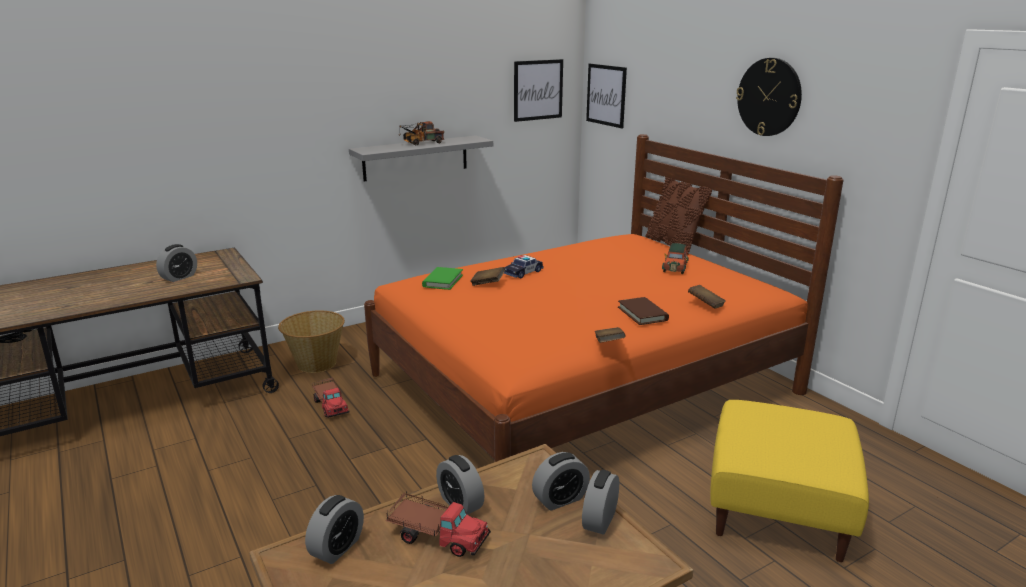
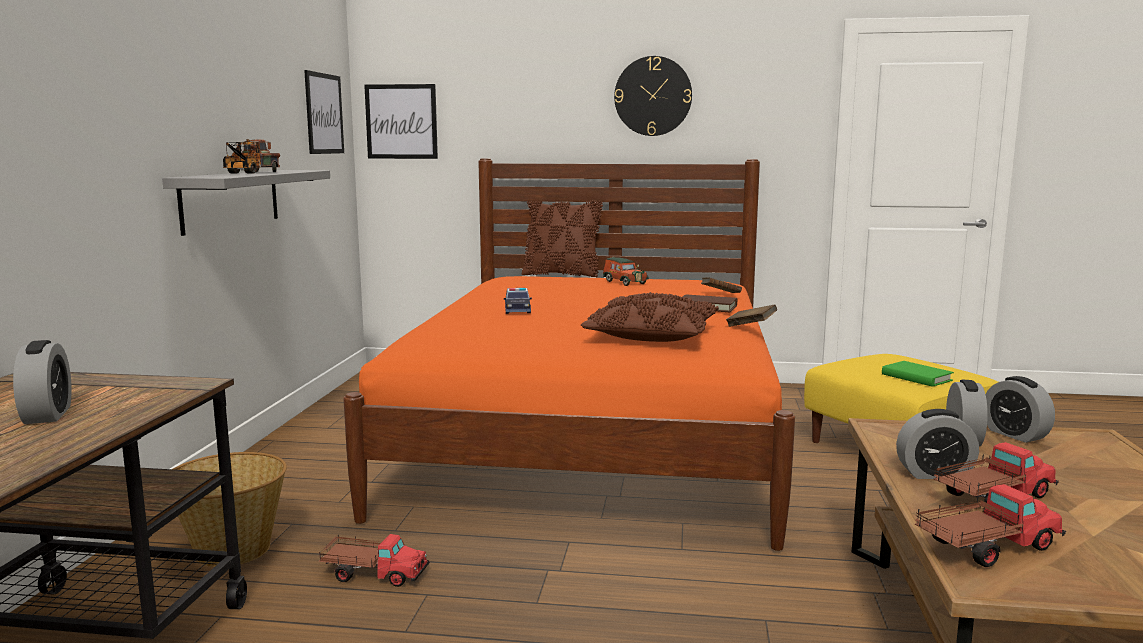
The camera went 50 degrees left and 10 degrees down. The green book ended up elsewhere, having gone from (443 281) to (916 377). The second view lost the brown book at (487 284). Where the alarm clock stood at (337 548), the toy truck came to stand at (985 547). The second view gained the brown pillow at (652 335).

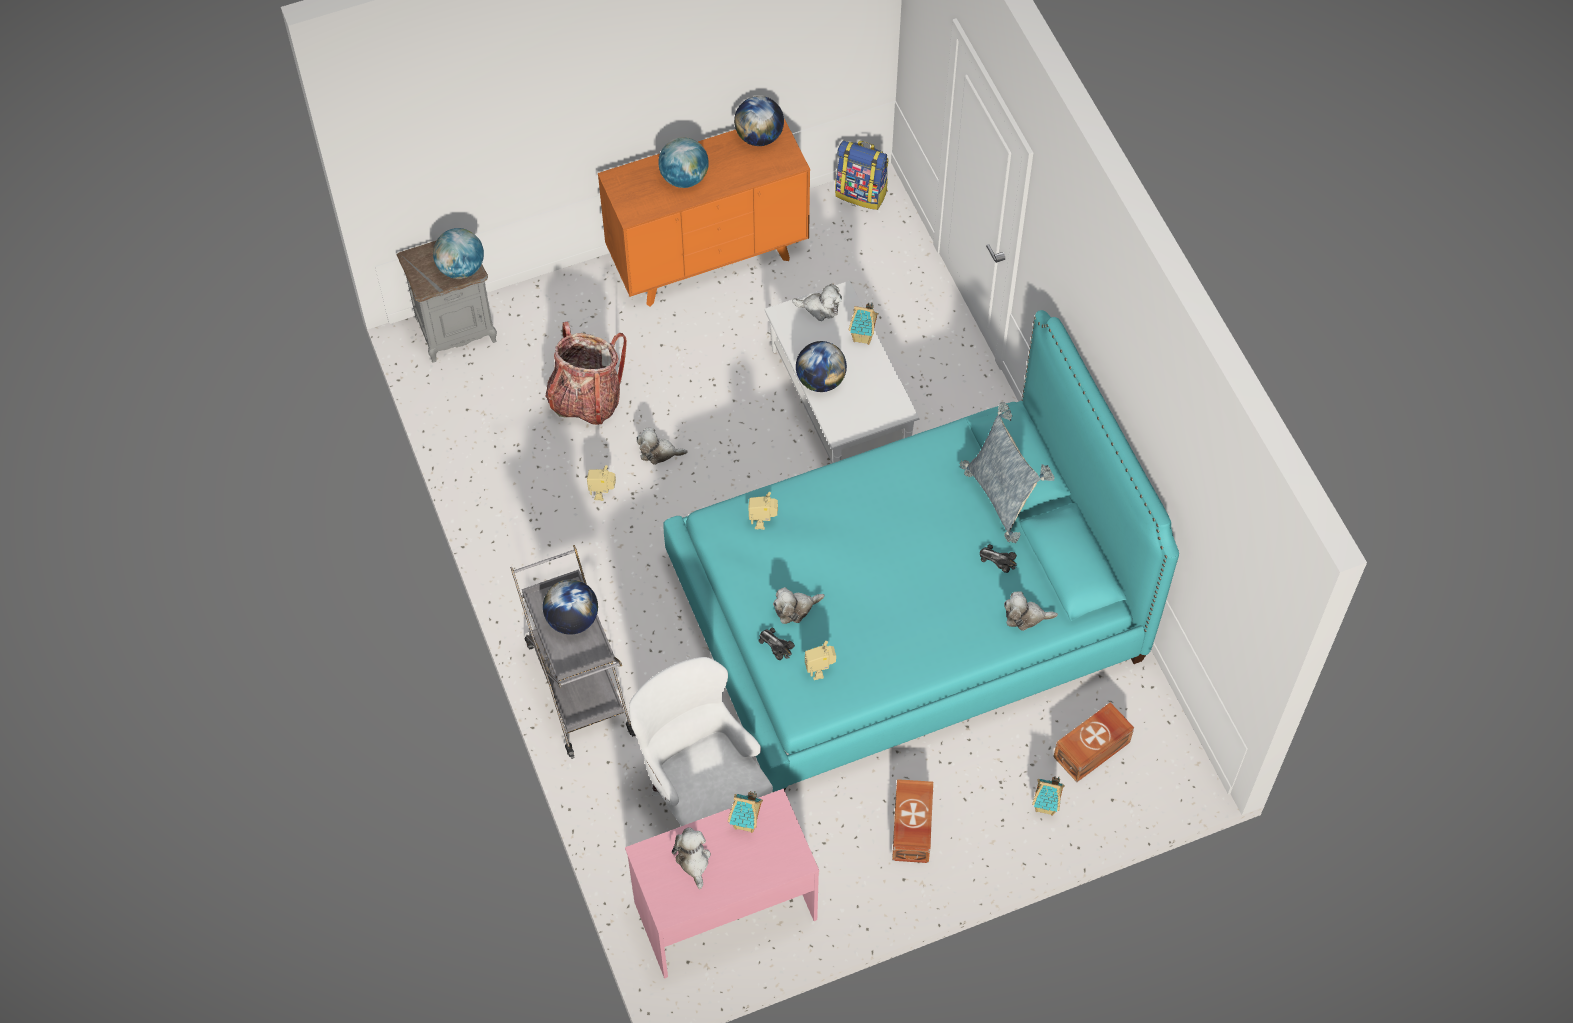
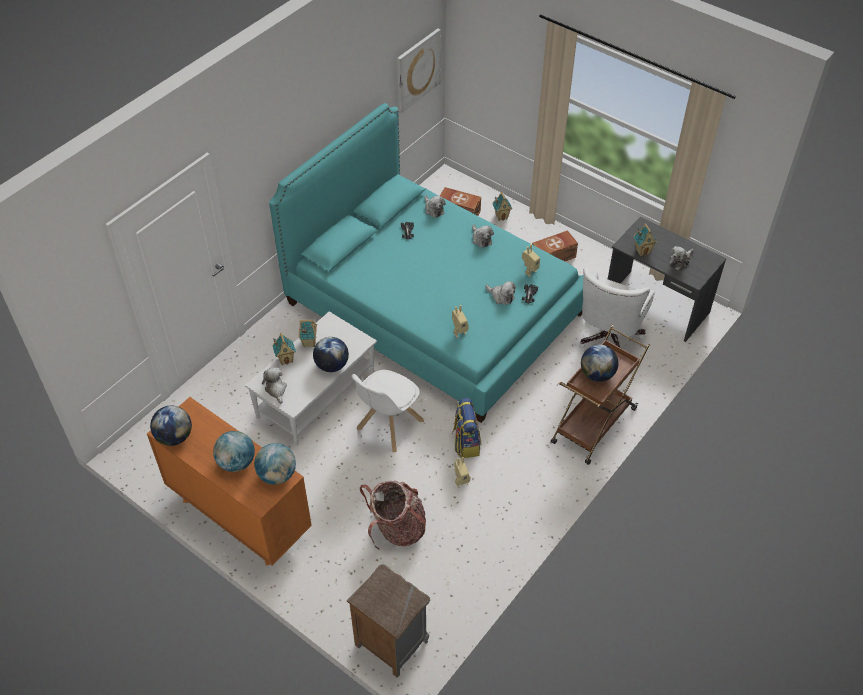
The camera went 120 degrees left and 10 degrees down. The backpack ended up elsewhere, having gone from (862 193) to (466 443). The globe ended up elsewhere, having gone from (461 268) to (277 475). The second view lost the pillow at (1002 499). The plush toy ended up elsewhere, having gone from (659 452) to (481 239). What was the grey cart at (579 687) turned into the brown cart at (593 426). What was the pink desk at (724 909) turned into the grey desk at (656 306). The second view gained the picture at (417 70). The second view gained the toy house at (309 342). The second view gained the white chair at (388 426).

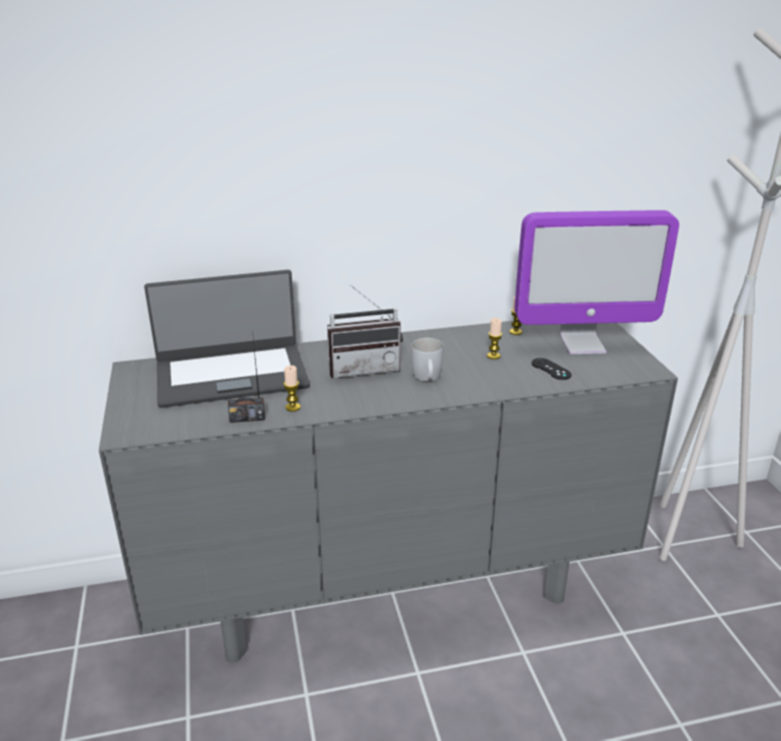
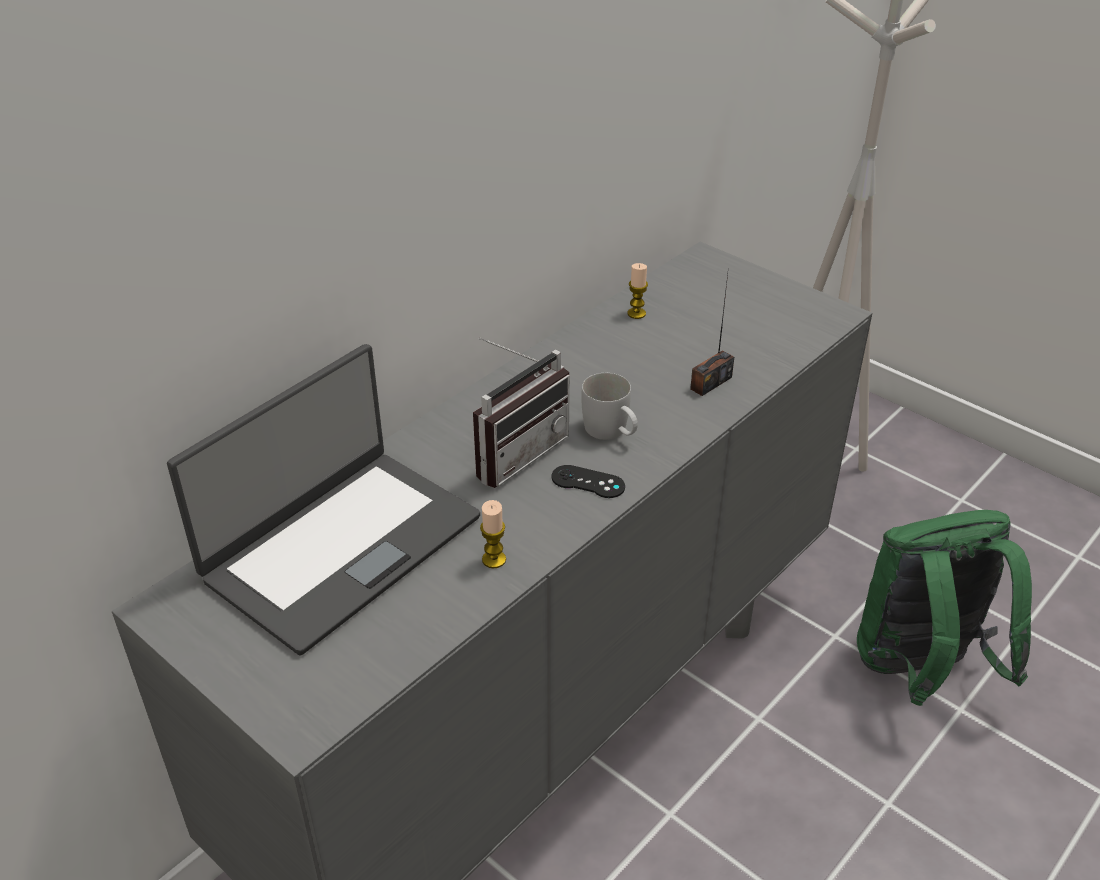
The camera went 35 degrees left and 10 degrees up. The second view lost the monitor at (582 344). The second view lost the candle at (493 356). The radio ended up elsewhere, having gone from (247 418) to (710 383). The black game controller ended up elsewhere, having gone from (551 369) to (588 482). The second view gained the green backpack at (920 671).

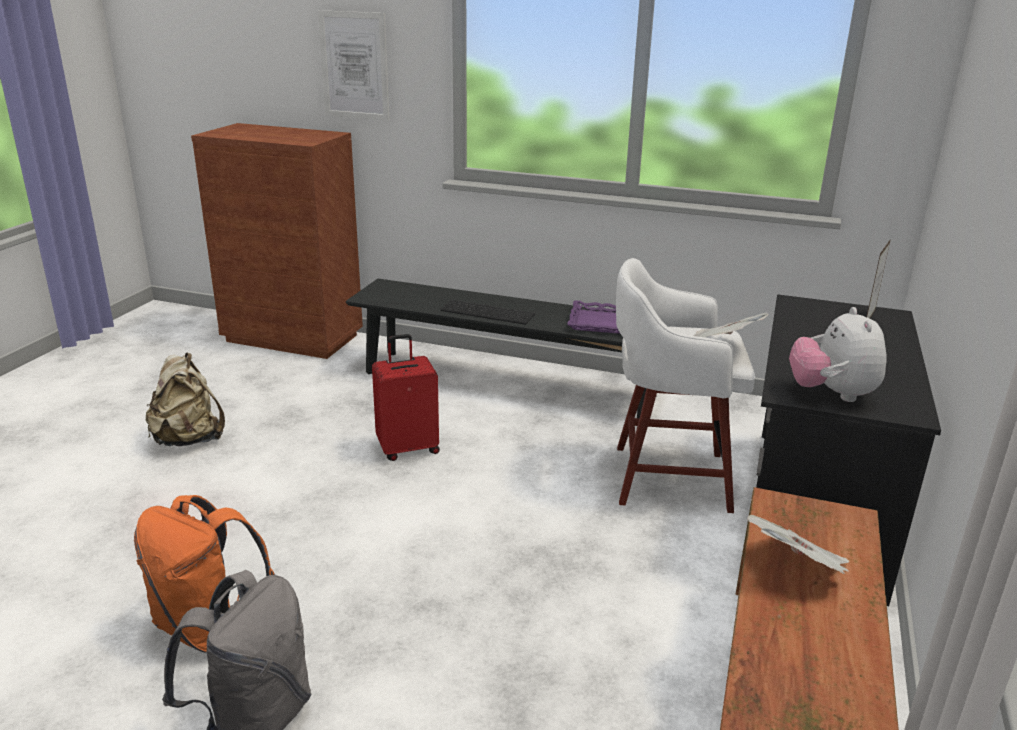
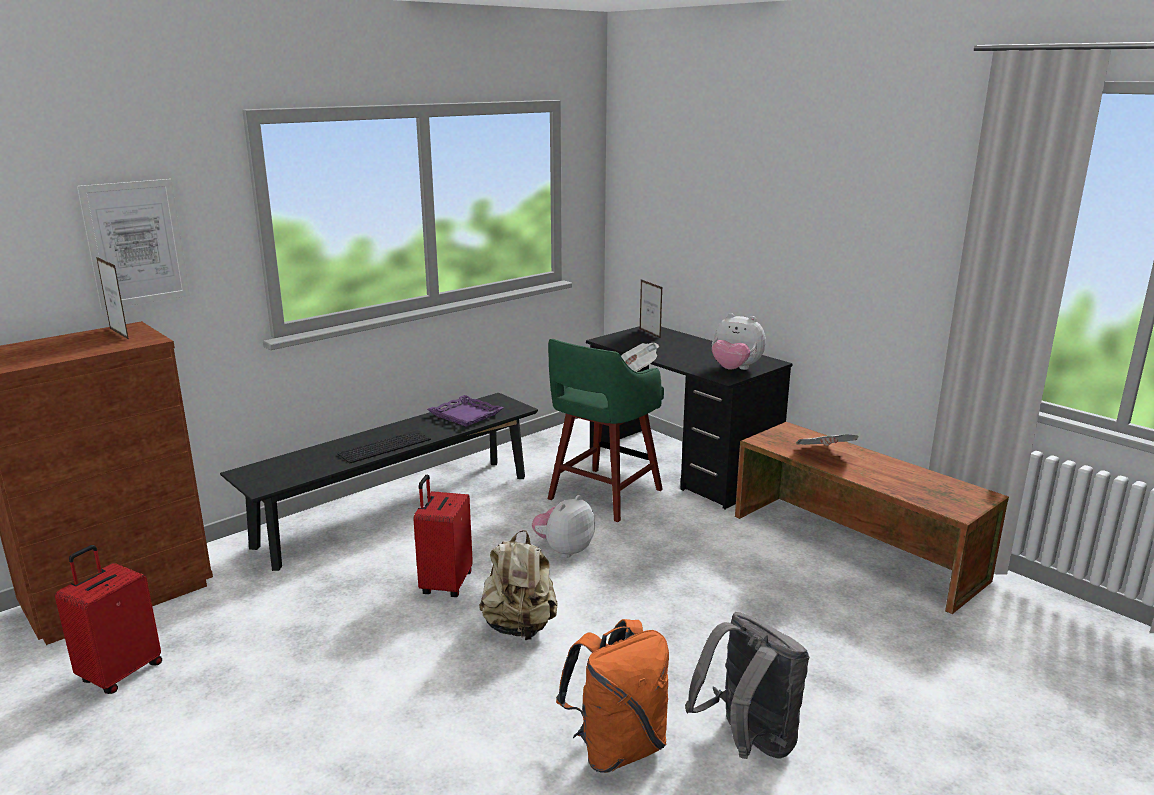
The camera went 60 degrees left and 5 degrees down. What was the white stool at (666 477) turned into the green stool at (603 495). The beige backpack ended up elsewhere, having gone from (189 439) to (520 627). The second view gained the picture frame at (119 334). The second view gained the plush toy at (564 550). The second view gained the red suitcase at (120 673).

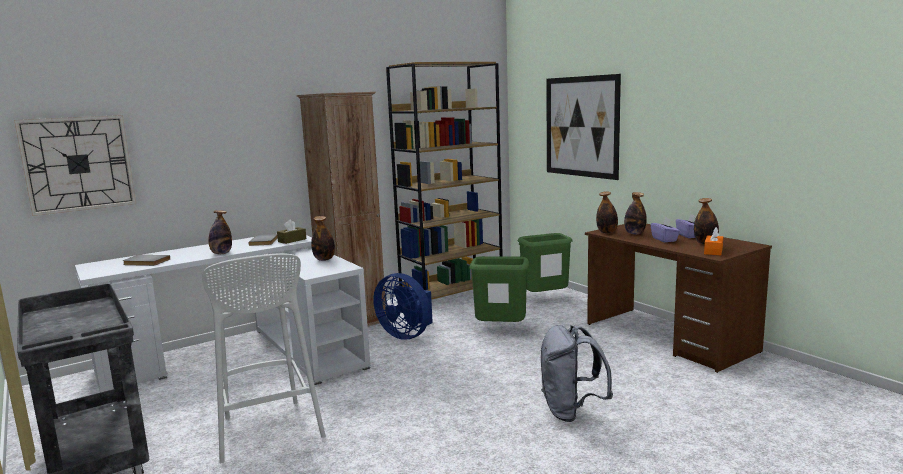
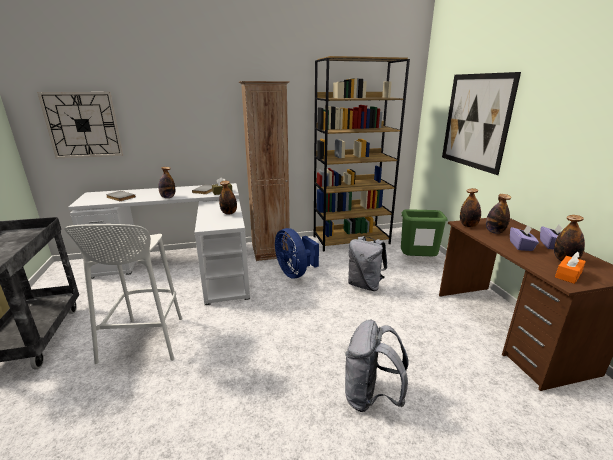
The camera went 20 degrees right and 10 degrees up. Where the green trash can stood at (501 330), the grey backpack came to stand at (365 285).

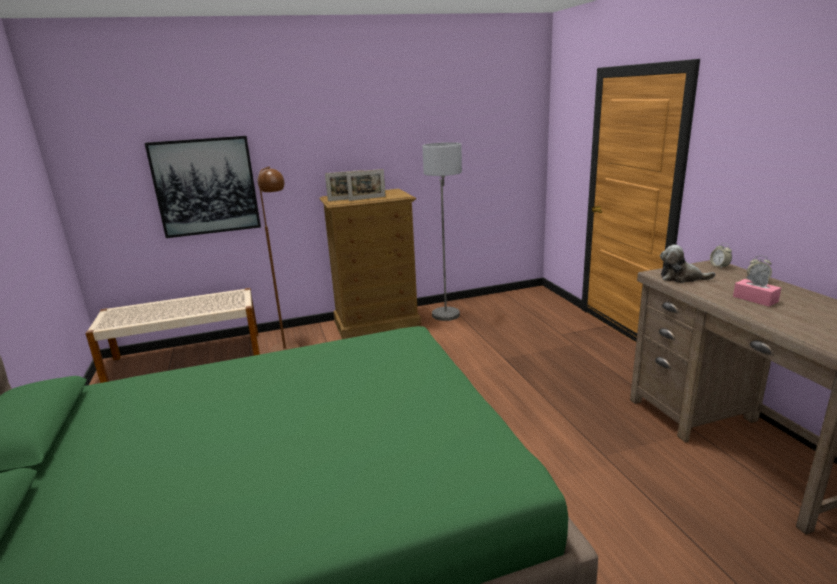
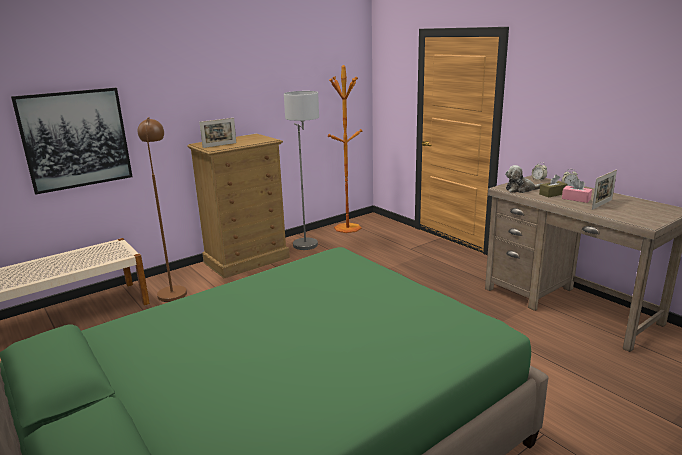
The camera went 20 degrees left and 0 degrees up. The picture frame ended up elsewhere, having gone from (367 198) to (602 204). The second view gained the orange clothes rack at (347 228). The second view gained the brown tissue box at (552 194).

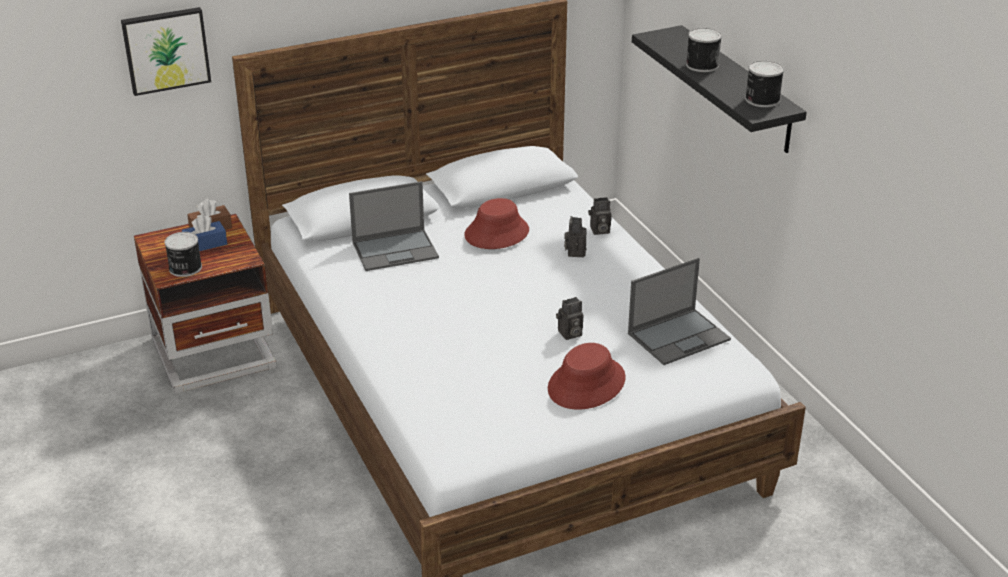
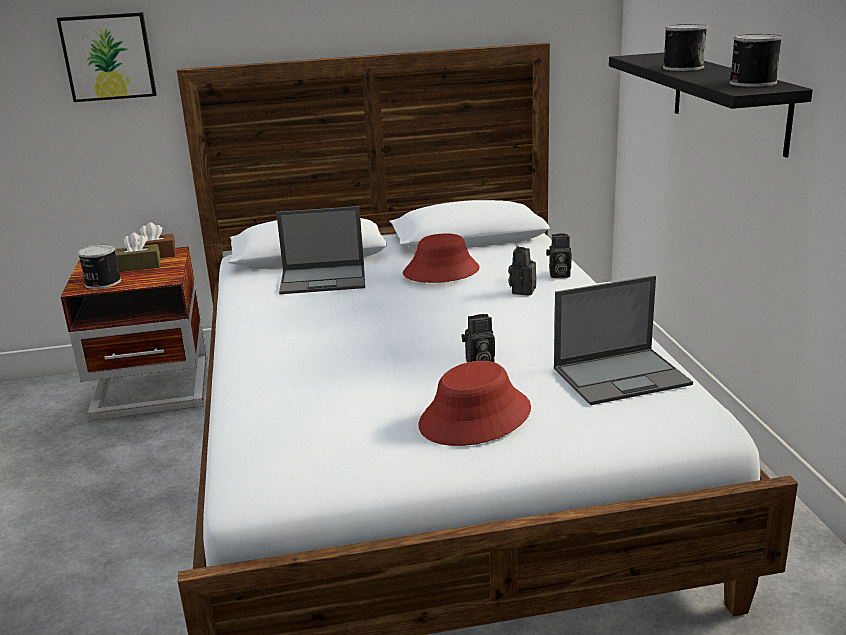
The camera went 15 degrees right and 10 degrees down. What was the blue tissue box at (205 244) turned into the brown tissue box at (139 266).

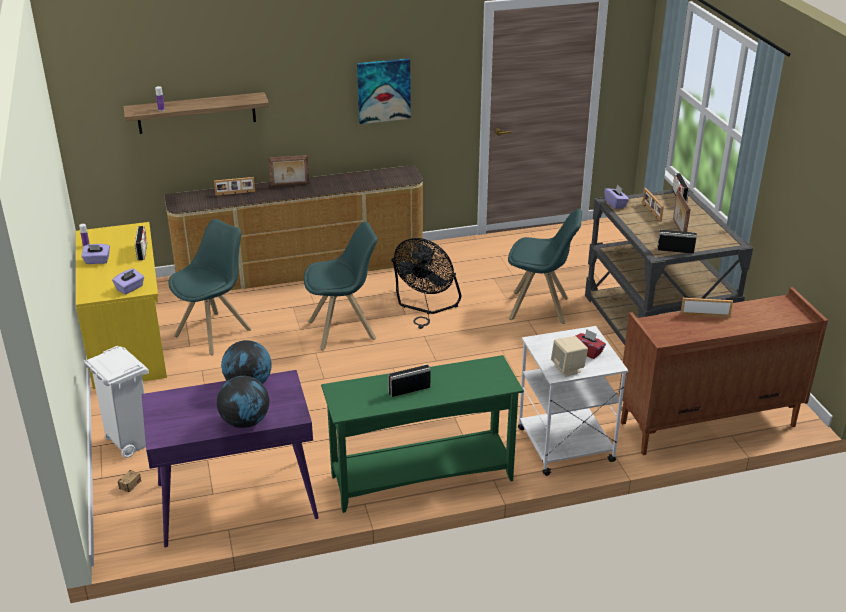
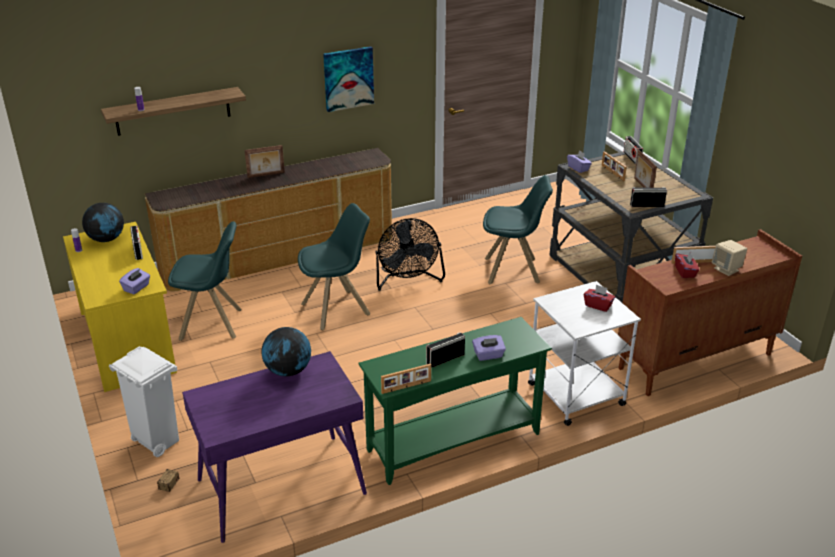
The camera went 10 degrees left and 0 degrees up. The picture frame ended up elsewhere, having gone from (235 193) to (406 387). The turquoise chair at (214 333) ended up facing another way, 60 degrees clockwise from before. The black fan at (422 306) ended up facing another way, 150 degrees clockwise from before. The purple tissue box ended up elsewhere, having gone from (97 261) to (488 355). The beige speaker ended up elsewhere, having gone from (568 369) to (726 269). The globe ended up elsewhere, having gone from (245 422) to (106 239). The second view gained the red tissue box at (685 272).

